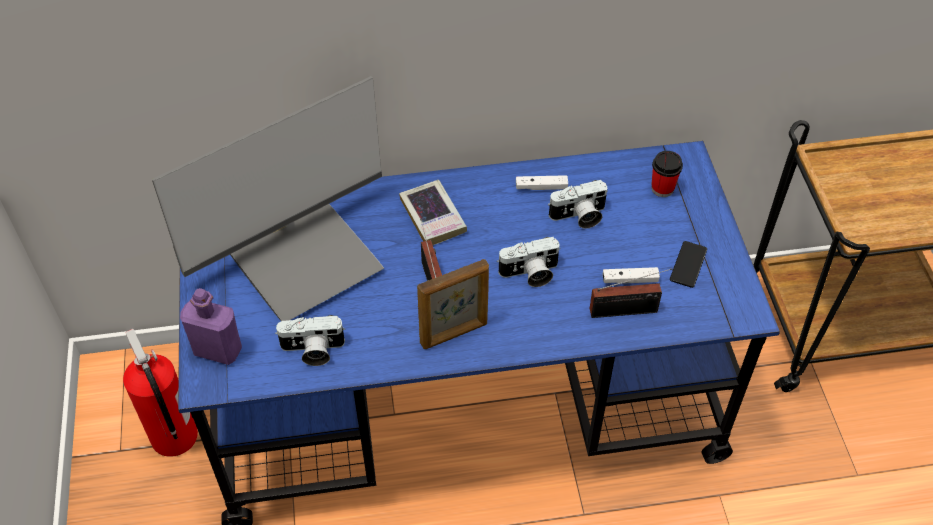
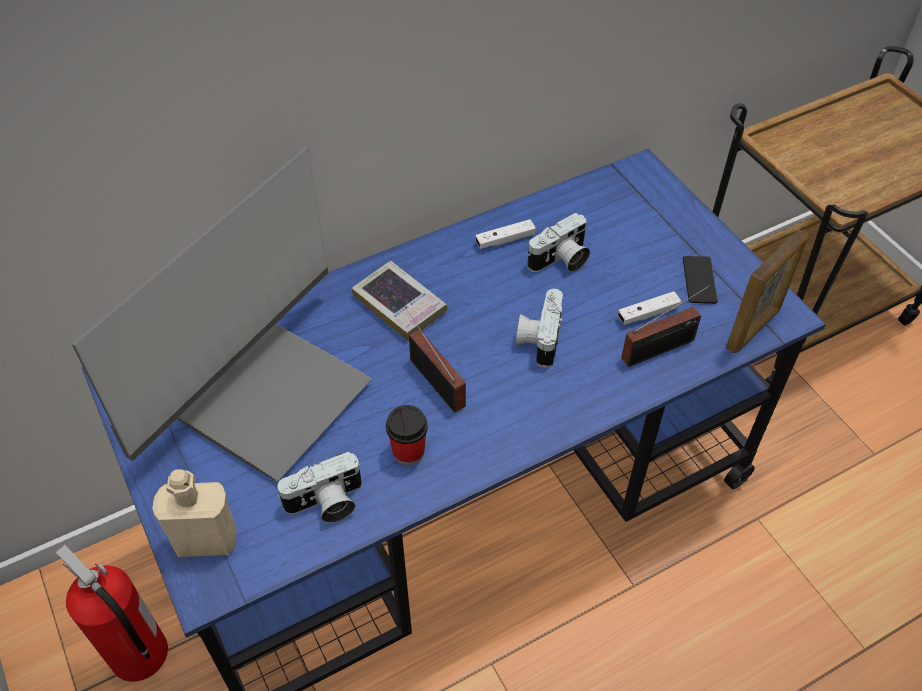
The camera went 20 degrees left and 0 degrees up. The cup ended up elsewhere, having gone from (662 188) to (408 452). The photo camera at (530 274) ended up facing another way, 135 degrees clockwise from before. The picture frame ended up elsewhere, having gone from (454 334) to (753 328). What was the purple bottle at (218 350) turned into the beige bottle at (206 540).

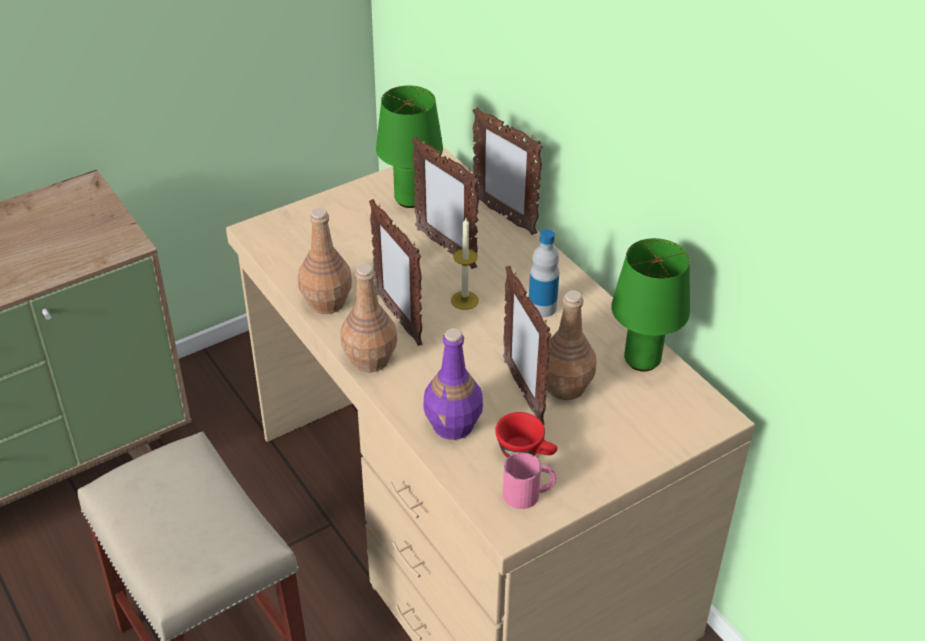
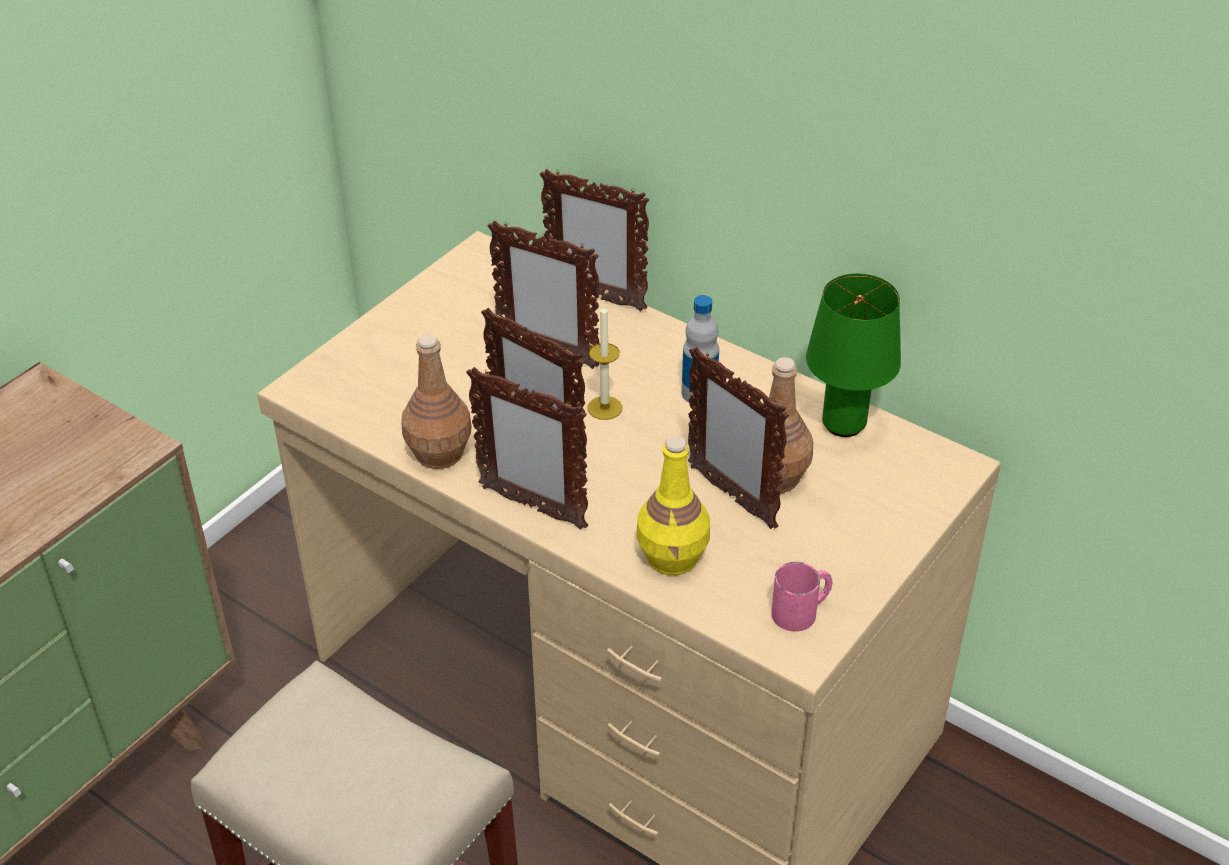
The camera went 20 degrees left and 0 degrees up. The second view lost the green table lamp at (409 199). Where the brown bottle stood at (370 359), the picture frame came to stand at (532 507). What was the purple bottle at (453 425) turned into the yellow bottle at (673 557). The second view lost the red cup at (526 452).

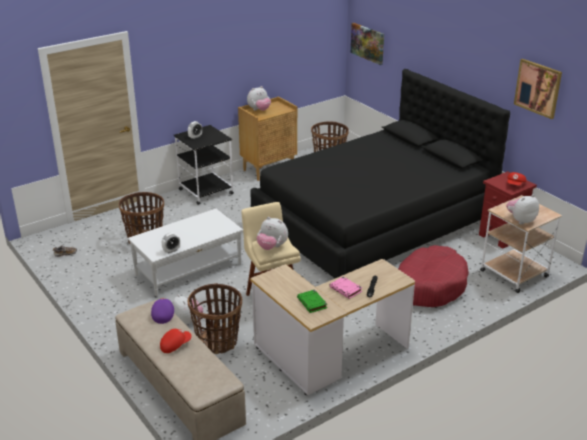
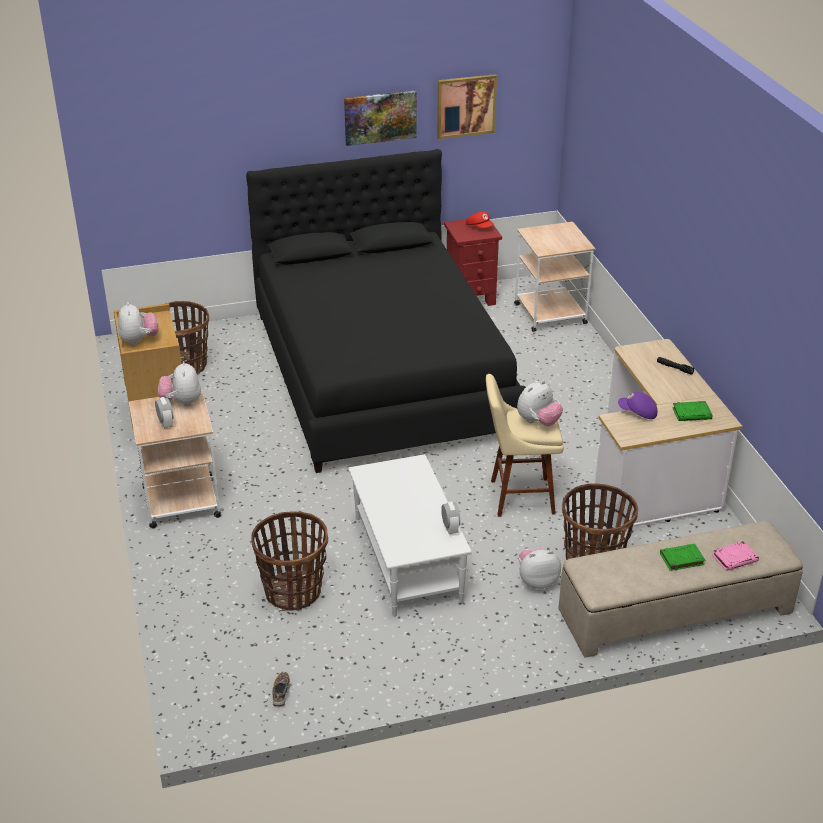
The camera went 70 degrees left and 5 degrees up. The picture ended up elsewhere, having gone from (367 43) to (380 117). What was the black cart at (206 191) turned into the beige cart at (181 500). The plush toy ended up elsewhere, having gone from (520 220) to (181 402). The second view lost the red dog bed at (429 286). The pink book ended up elsewhere, having gone from (346 289) to (735 558). The purple cap ended up elsewhere, having gone from (163 315) to (637 413). Where the red cap stood at (175 345), the green book came to stand at (681 559).

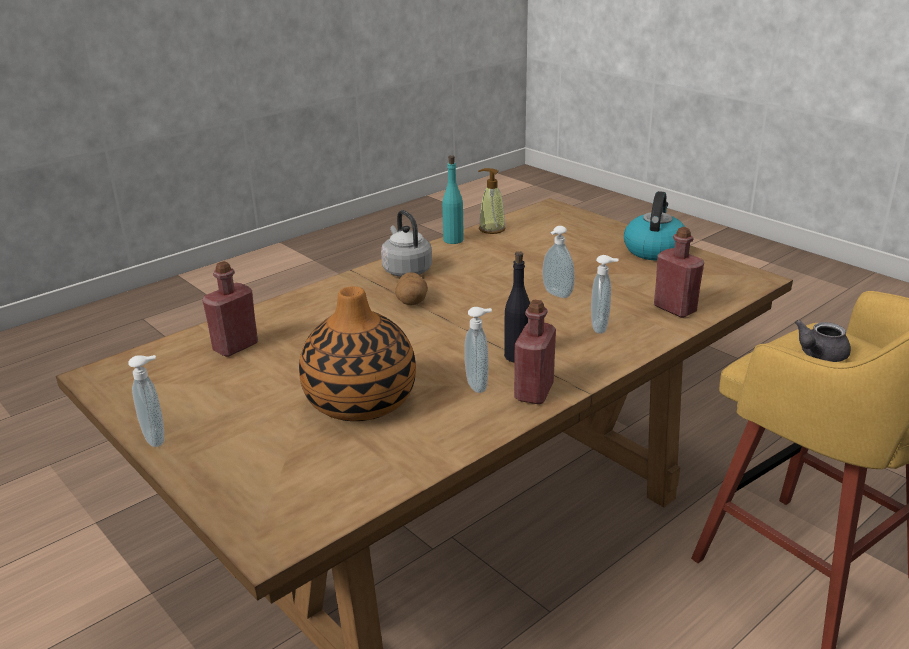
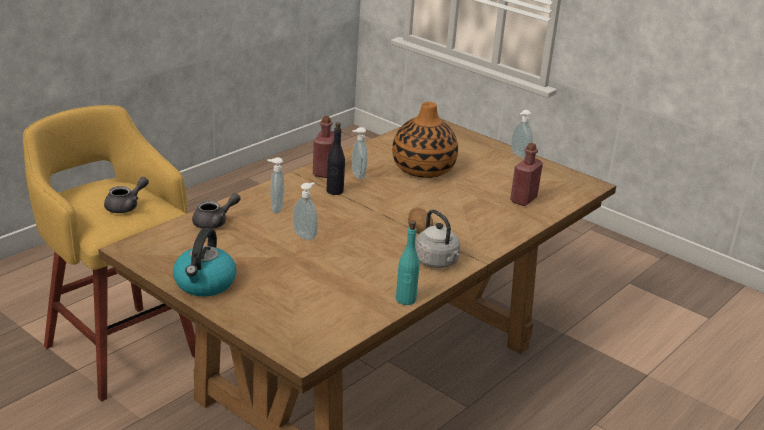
The camera went 170 degrees right and 0 degrees up. The second view lost the soap dispenser at (491 229). Where the red bottle stood at (675 309), the grey teapot came to stand at (215 222).

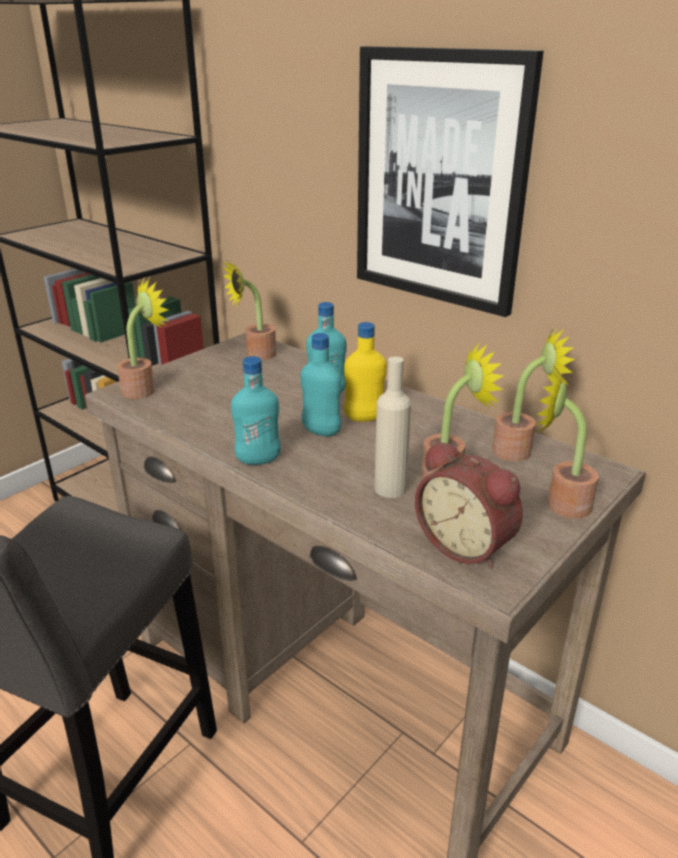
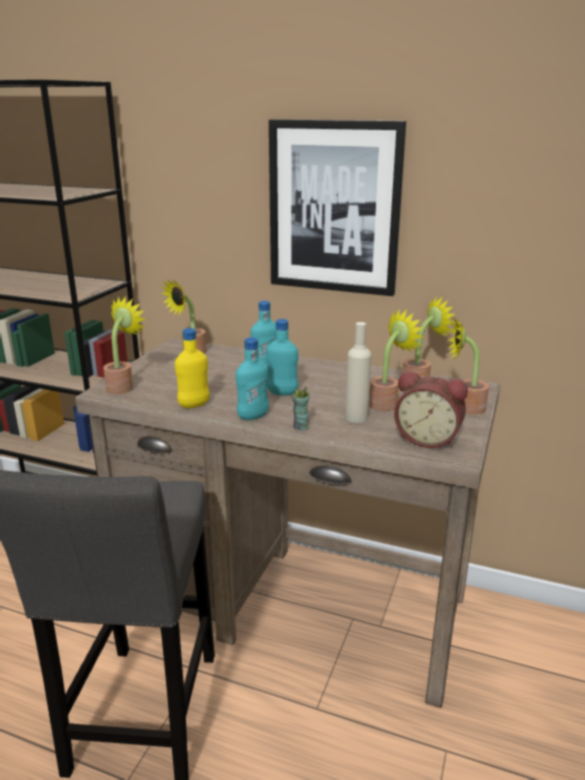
The camera went 20 degrees left and 5 degrees down. The yellow bottle ended up elsewhere, having gone from (364 418) to (194 405). The second view gained the cup at (300 427).

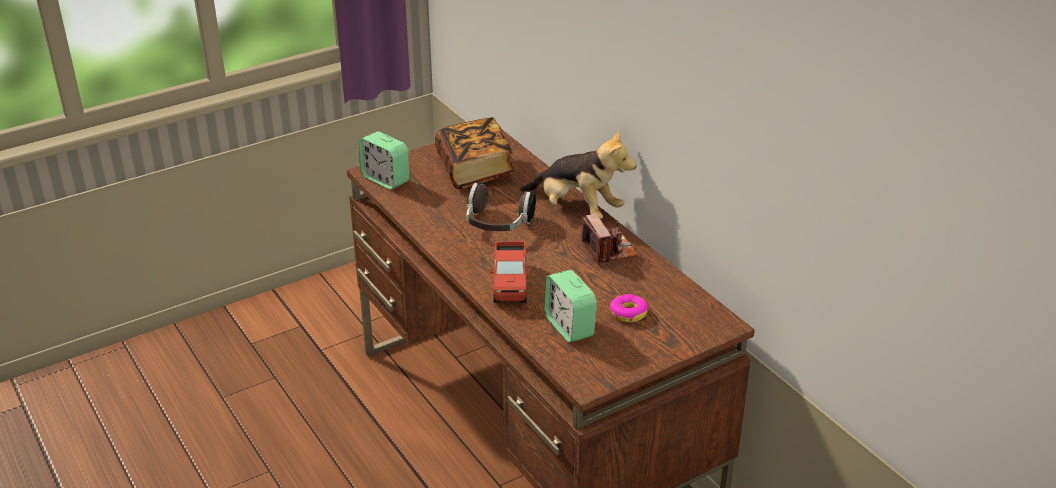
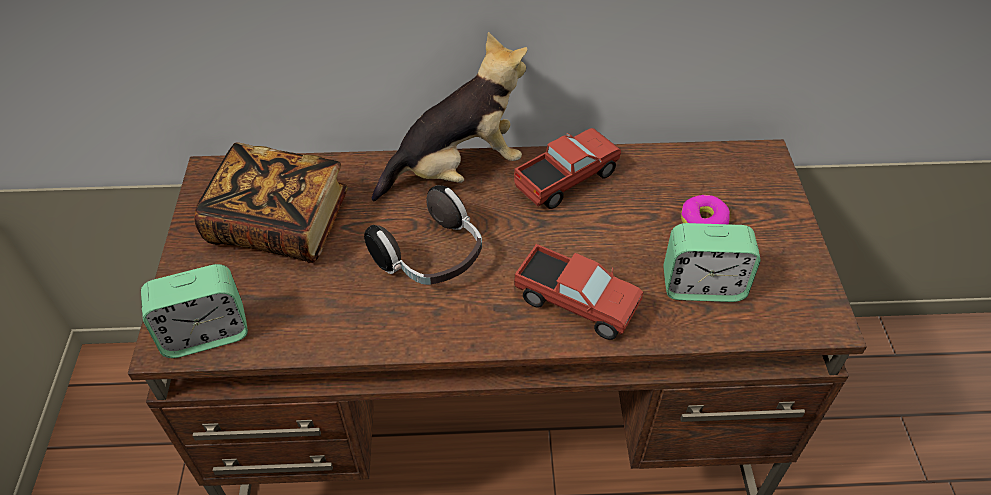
The camera went 60 degrees left and 15 degrees up. Where the photo camera stood at (608 250), the toy truck came to stand at (566 181).

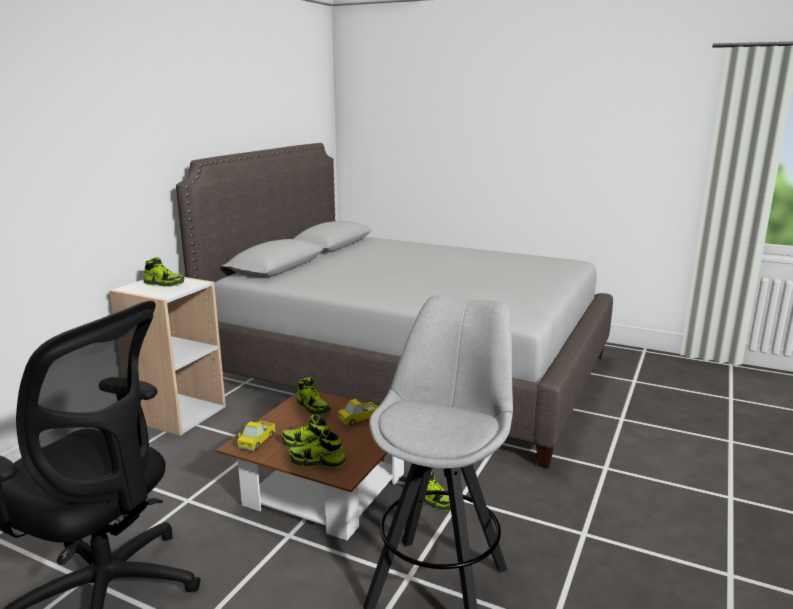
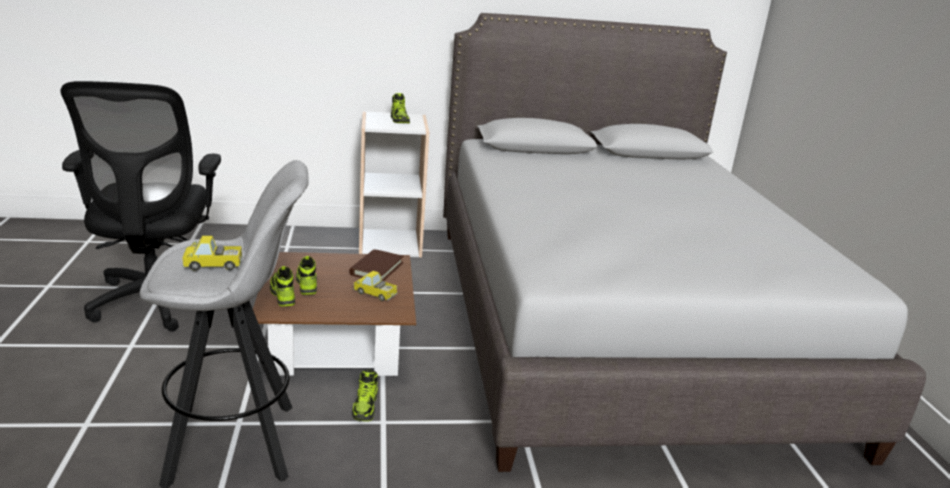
The camera went 55 degrees right and 5 degrees up. Where the shoe stood at (313 407), the brown book came to stand at (376 268). The toy truck ended up elsewhere, having gone from (257 441) to (213 265).

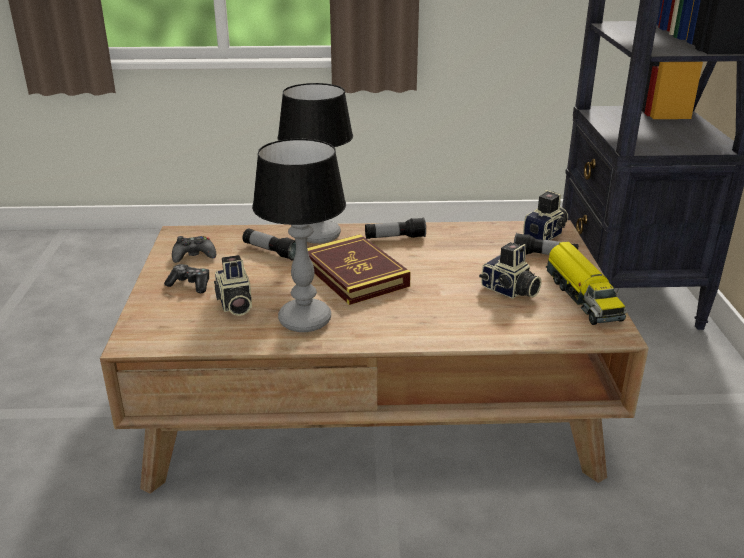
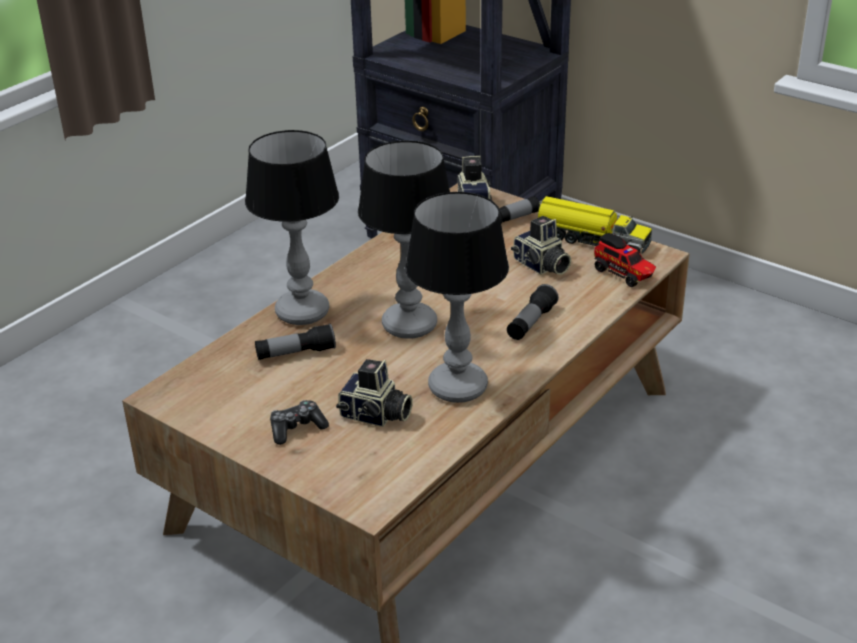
The camera went 50 degrees left and 5 degrees up. The flashlight ended up elsewhere, having gone from (395 238) to (531 323). Where the book stood at (355 274), the table lamp came to stand at (410 326). The second view lost the black game controller at (194 255). The photo camera at (509 291) ended up facing another way, 60 degrees clockwise from before. The second view gained the toy truck at (624 274).

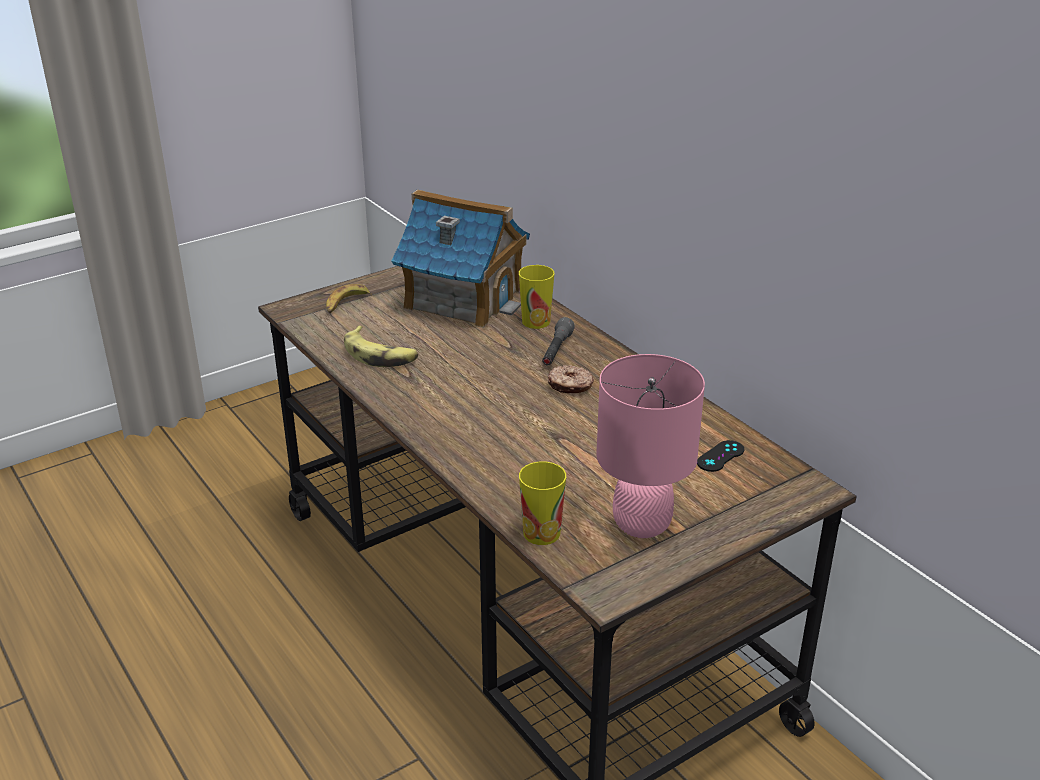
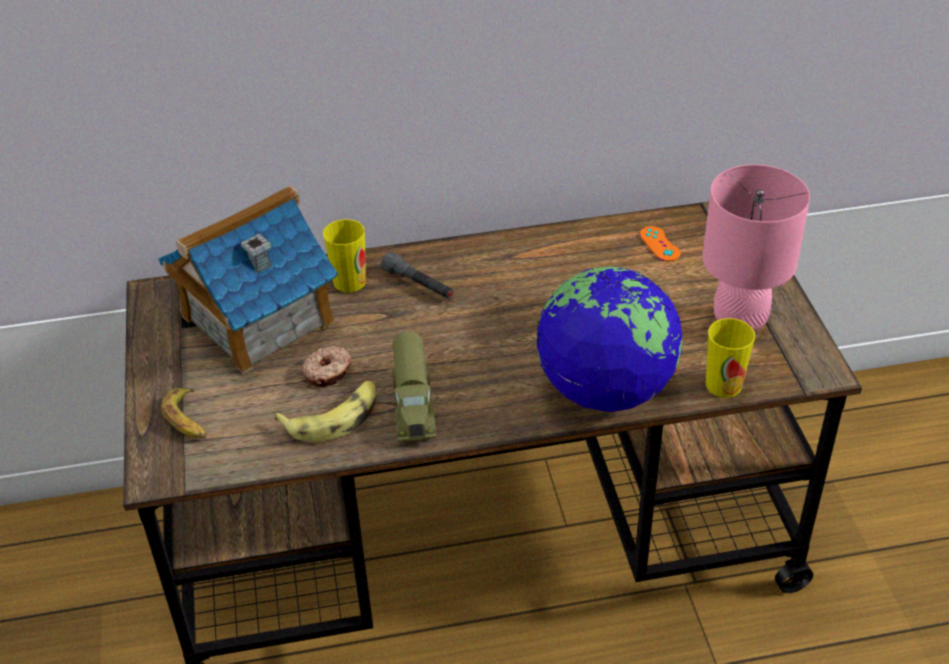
The camera went 65 degrees left and 10 degrees up. The donut ended up elsewhere, having gone from (570 386) to (328 372). What was the black game controller at (720 456) turned into the orange game controller at (659 244). The second view gained the globe at (605 390). The second view gained the toy truck at (414 404).

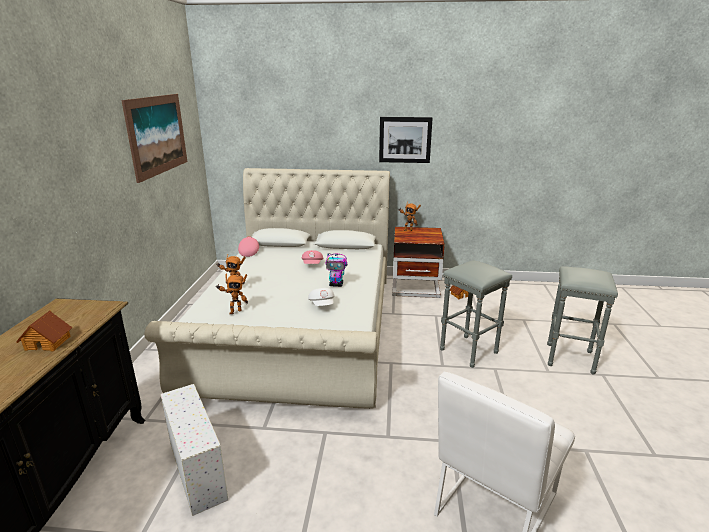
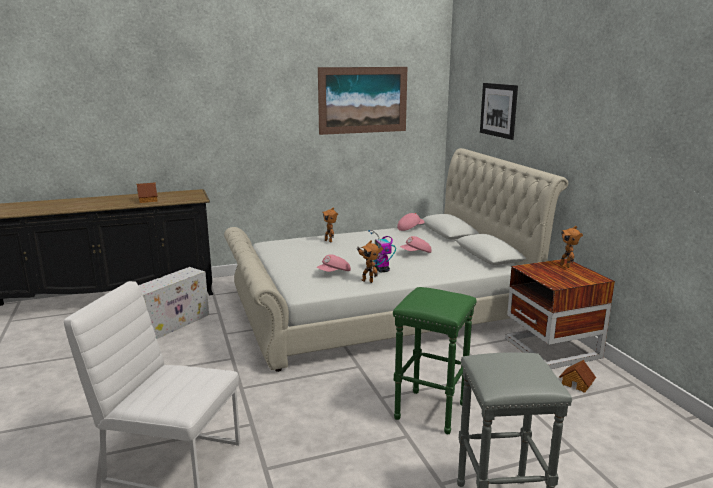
The camera went 65 degrees right and 5 degrees down. The picture ended up elsewhere, having gone from (405 140) to (498 110). What was the grey stool at (470 351) turned into the green stool at (431 412). The toy robot ended up elsewhere, having gone from (234 311) to (368 281). What was the white cap at (322 305) turned into the pink cap at (334 273).

